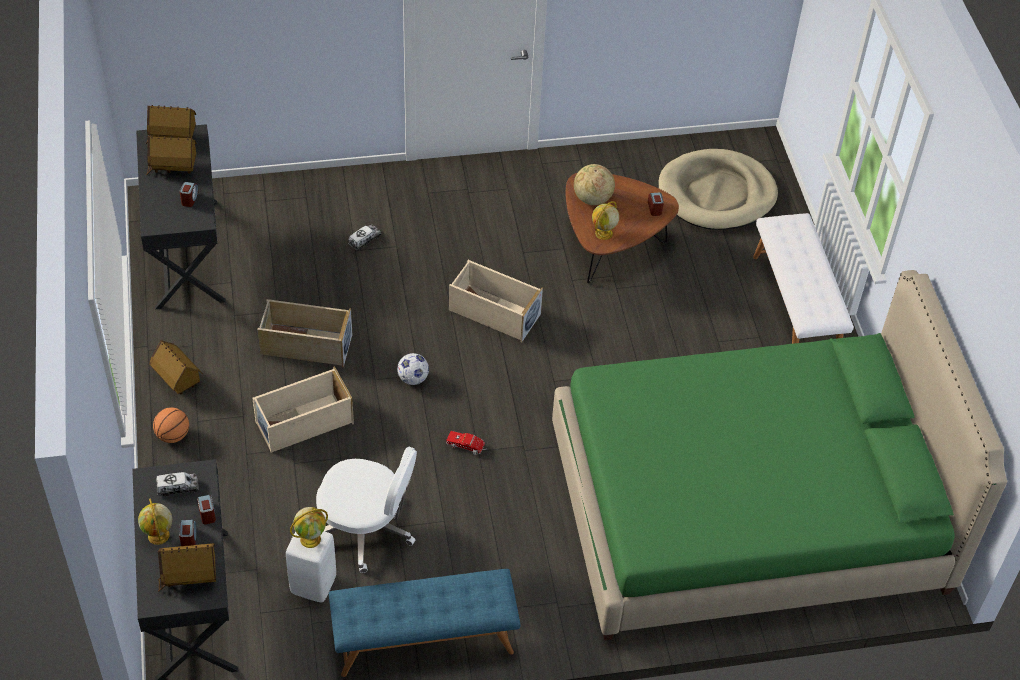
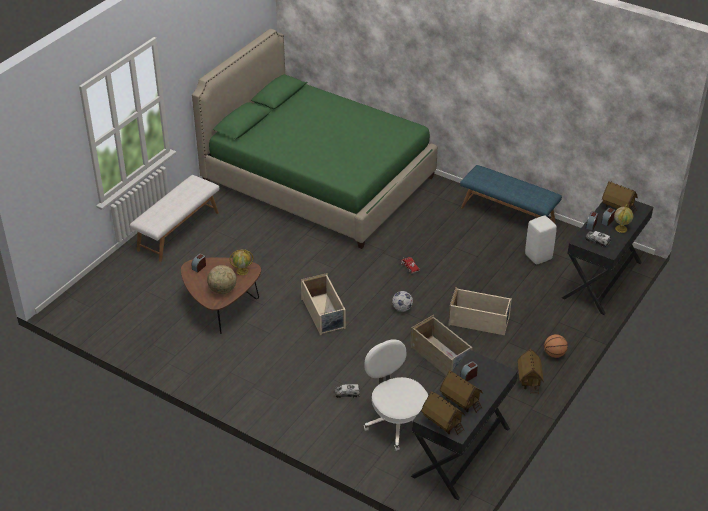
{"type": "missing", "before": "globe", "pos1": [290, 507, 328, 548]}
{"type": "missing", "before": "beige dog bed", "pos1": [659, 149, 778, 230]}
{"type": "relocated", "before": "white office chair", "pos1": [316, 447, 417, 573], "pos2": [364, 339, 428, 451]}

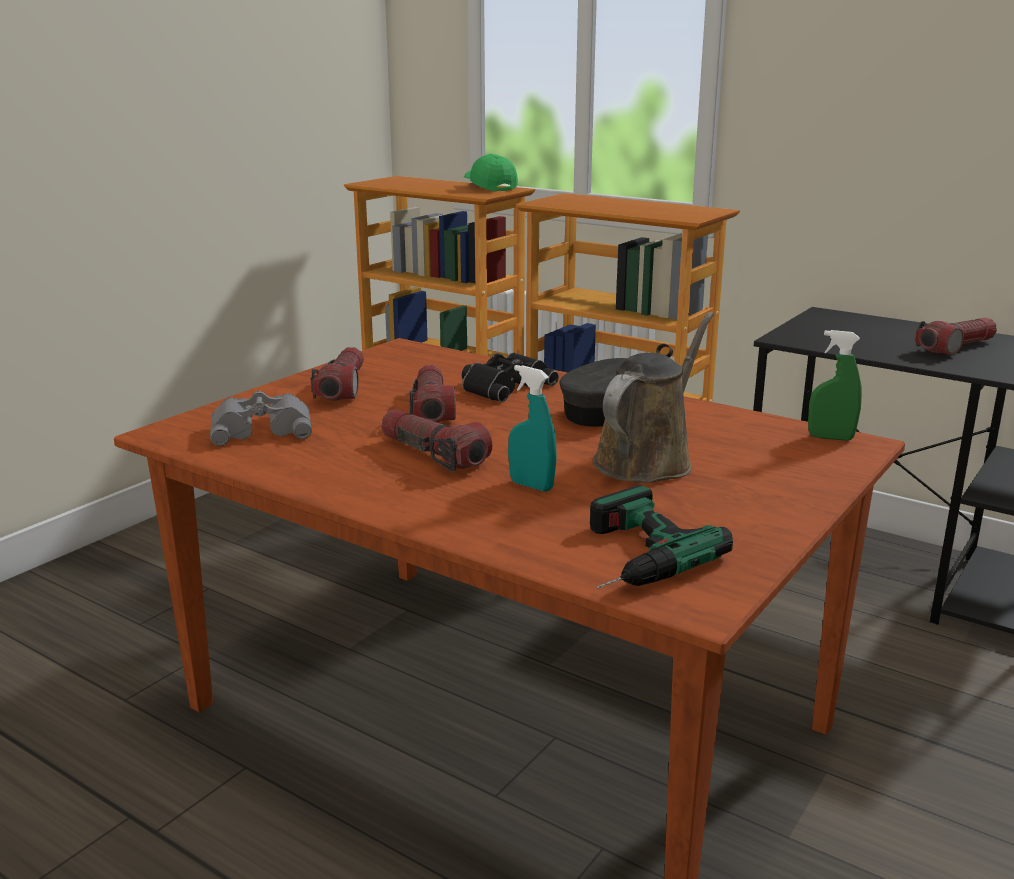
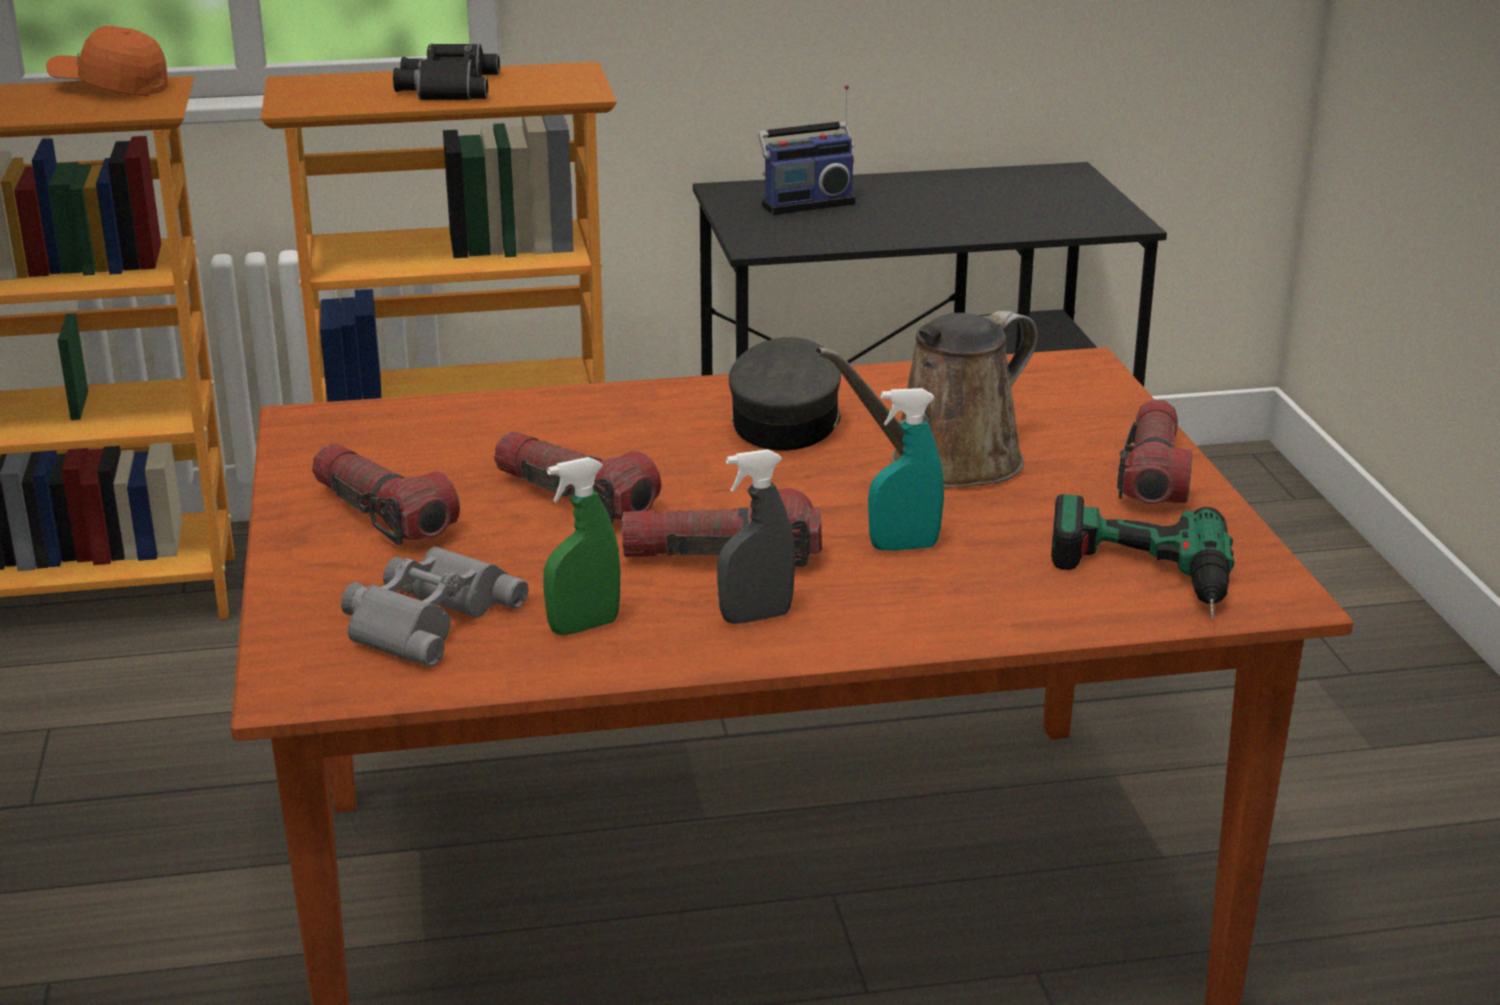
{"type": "appeared", "after": "grey spray bottle", "pos2": [717, 449, 795, 624]}
{"type": "appeared", "after": "radio", "pos2": [758, 85, 855, 215]}
{"type": "relocated", "before": "black binoculars", "pos1": [462, 352, 559, 402], "pos2": [393, 44, 500, 100]}
{"type": "relocated", "before": "green spray bottle", "pos1": [808, 330, 862, 441], "pos2": [543, 457, 620, 635]}
{"type": "relocated", "before": "flashlight", "pos1": [915, 318, 997, 355], "pos2": [1117, 399, 1192, 505]}
{"type": "colour", "before": "green cap", "after": "orange cap", "pos1": [464, 154, 518, 191], "pos2": [46, 26, 168, 96]}
{"type": "spun", "before": "brown watering can", "pos1": [593, 312, 714, 483], "pos2": [815, 311, 1038, 488], "turn": -120}

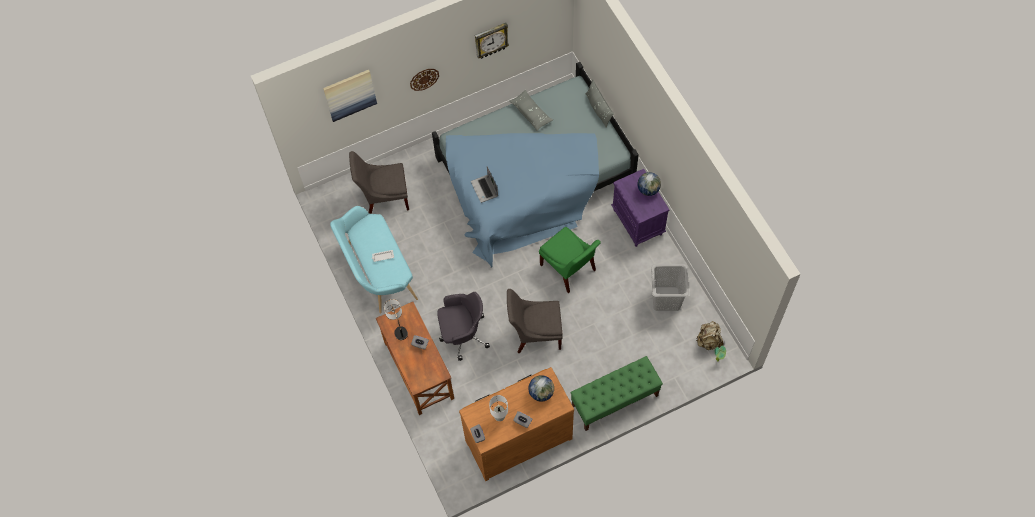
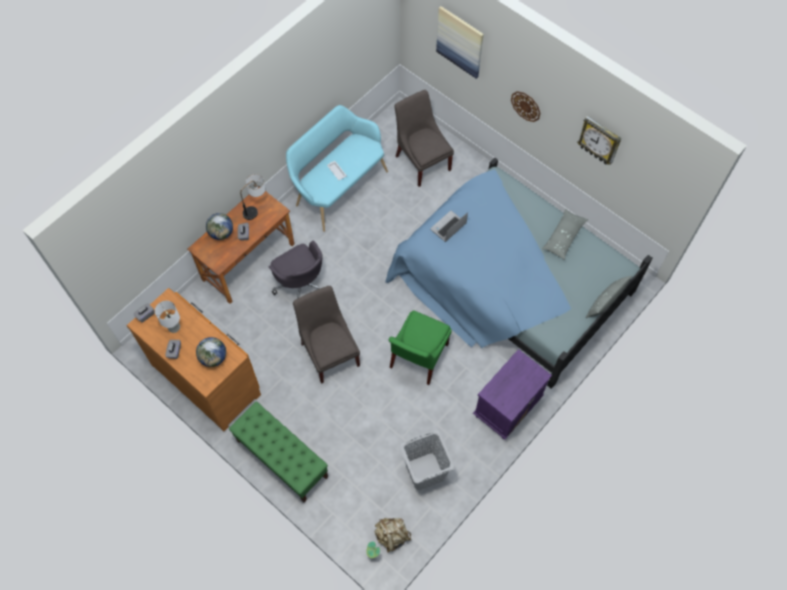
{"type": "relocated", "before": "globe", "pos1": [638, 172, 661, 196], "pos2": [206, 213, 233, 240]}

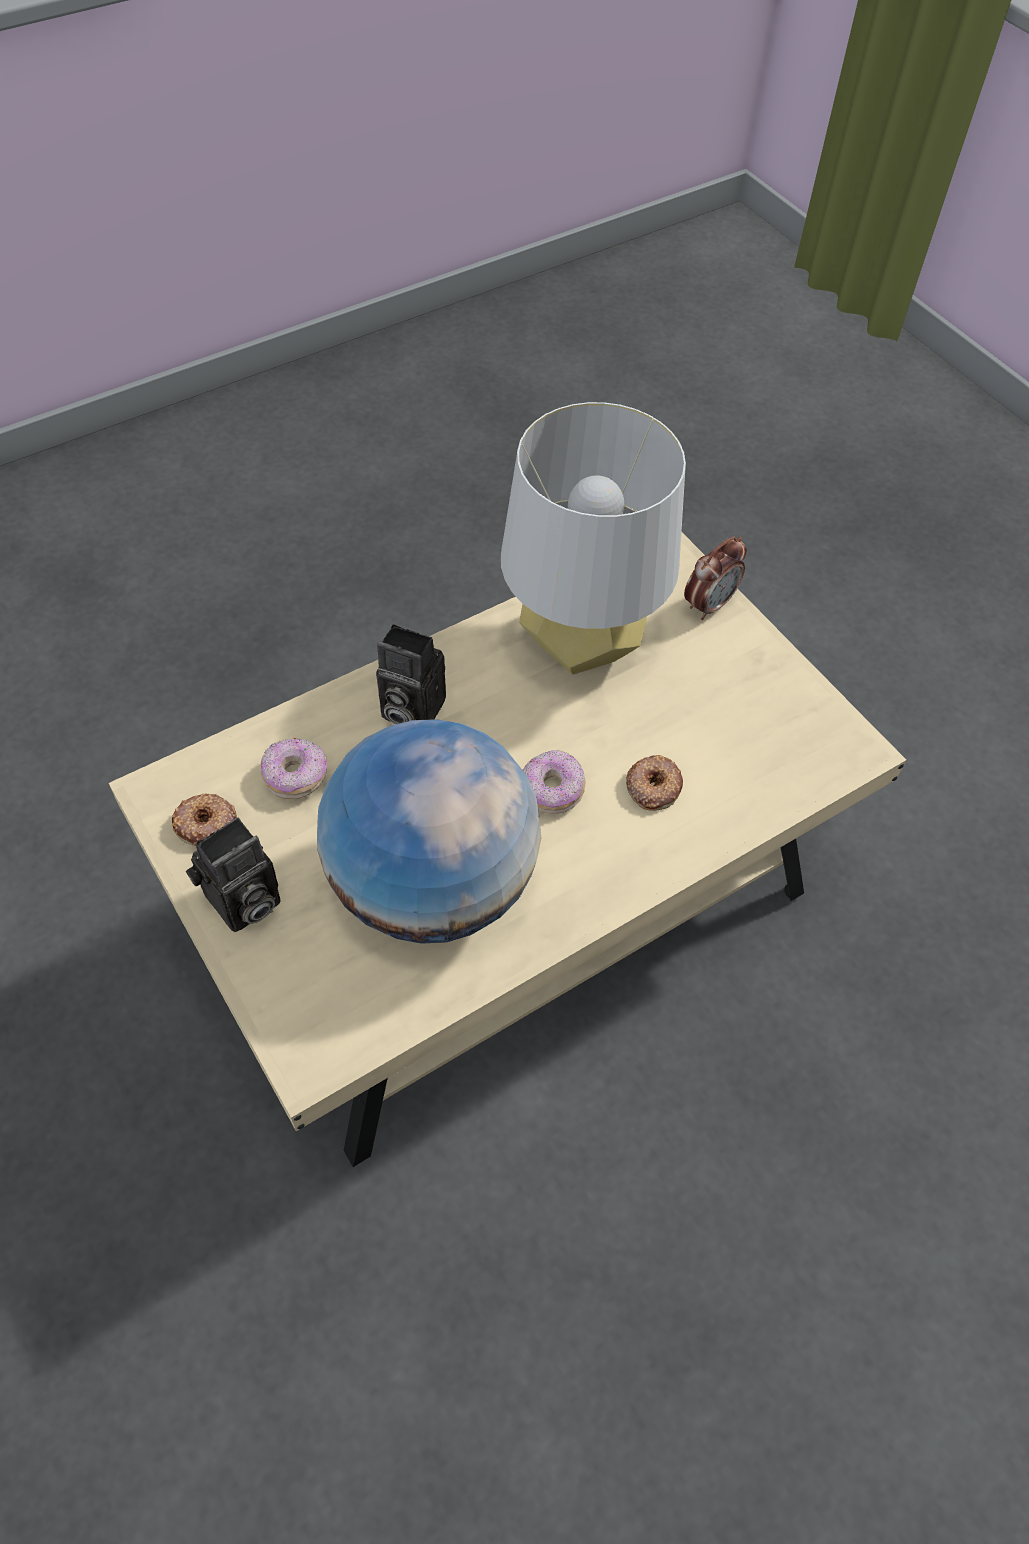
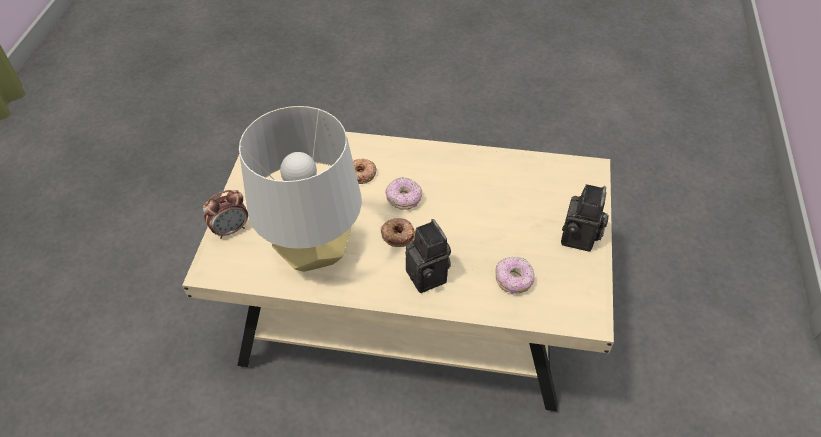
{"type": "missing", "before": "globe", "pos1": [317, 719, 541, 944]}
{"type": "relocated", "before": "donut", "pos1": [172, 793, 237, 846], "pos2": [381, 218, 415, 247]}
{"type": "spun", "before": "photo camera", "pos1": [186, 818, 280, 932], "pos2": [561, 184, 609, 251], "turn": 105}
{"type": "spun", "before": "alarm clock", "pos1": [684, 536, 747, 620], "pos2": [203, 190, 248, 239], "turn": 150}

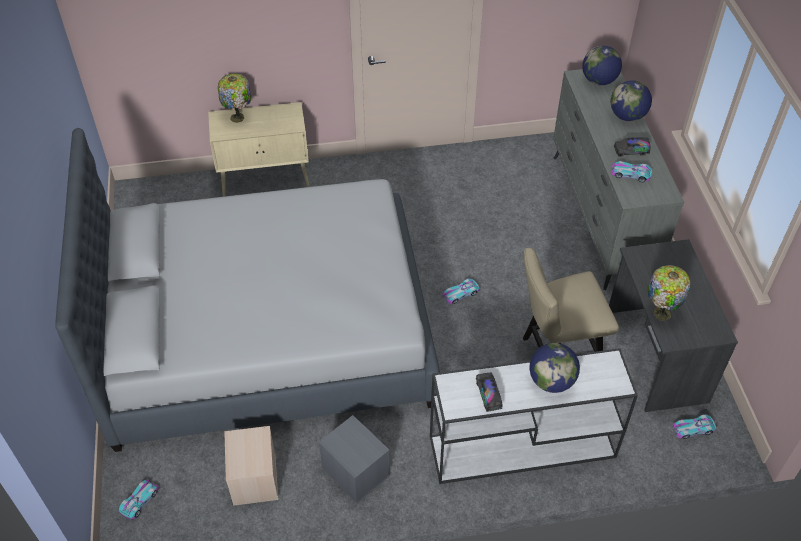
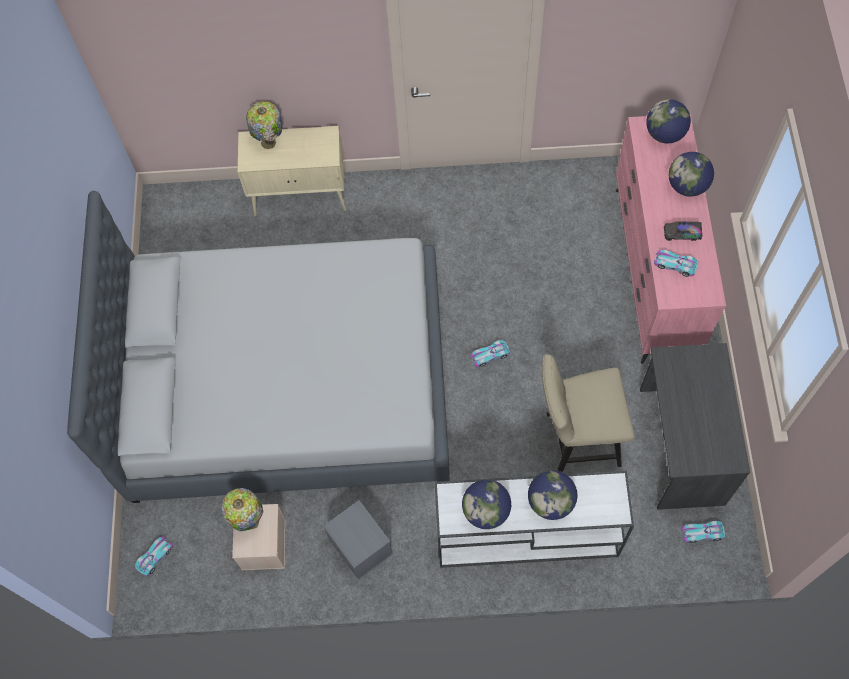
{"type": "relocated", "before": "table lamp", "pos1": [647, 265, 691, 321], "pos2": [221, 488, 263, 531]}
{"type": "exchanged", "before": "toy truck", "after": "globe", "pos1": [476, 373, 503, 412], "pos2": [462, 480, 511, 529]}
{"type": "colour", "before": "grey dresser", "after": "pink dresser", "pos1": [553, 69, 684, 290], "pos2": [616, 113, 726, 364]}

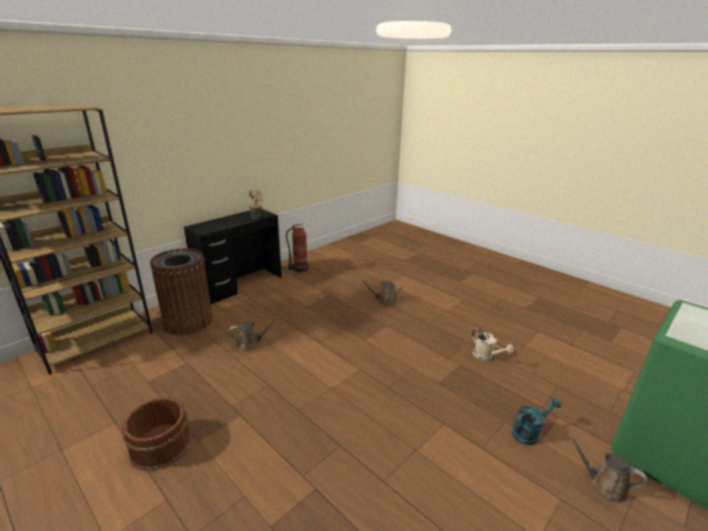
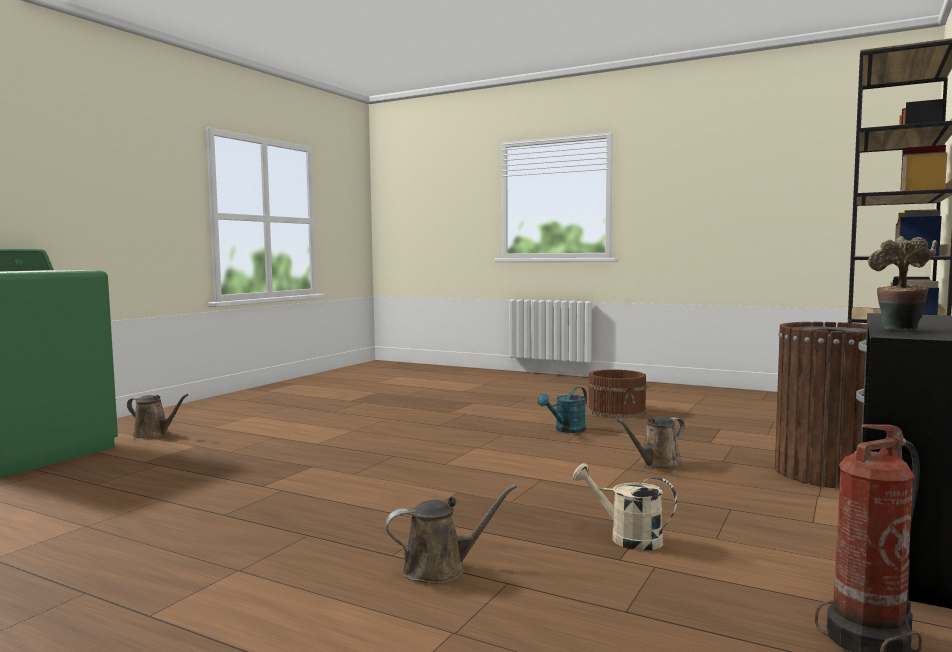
{"type": "relocated", "before": "beige watering can", "pos1": [472, 327, 514, 361], "pos2": [573, 463, 677, 551]}
{"type": "relocated", "before": "turquoise watering can", "pos1": [512, 398, 561, 445], "pos2": [537, 387, 587, 433]}

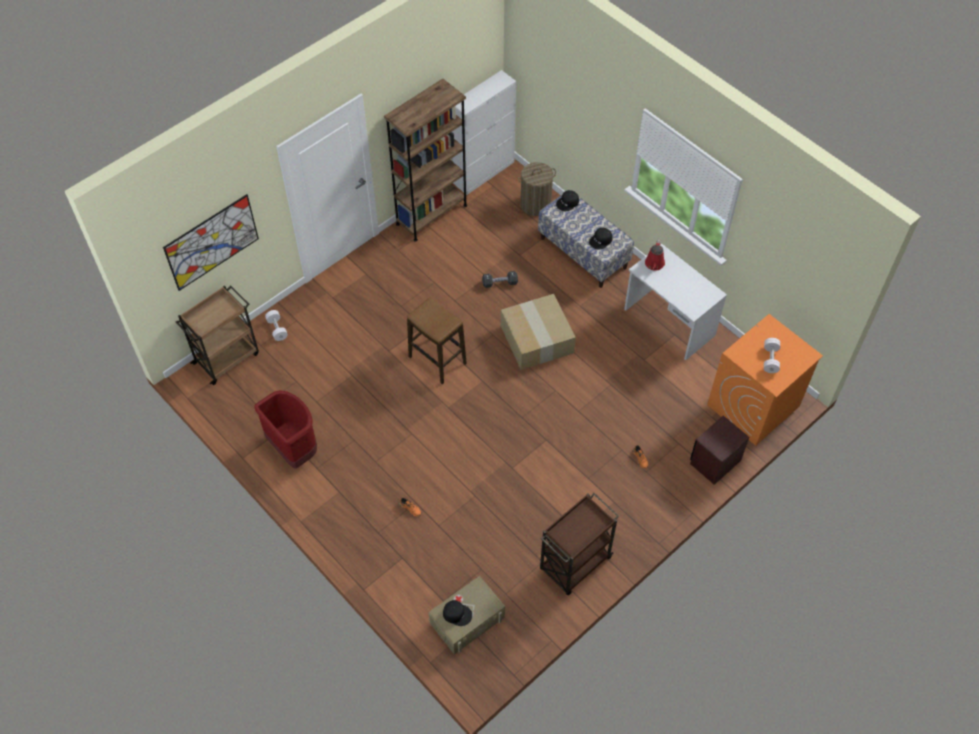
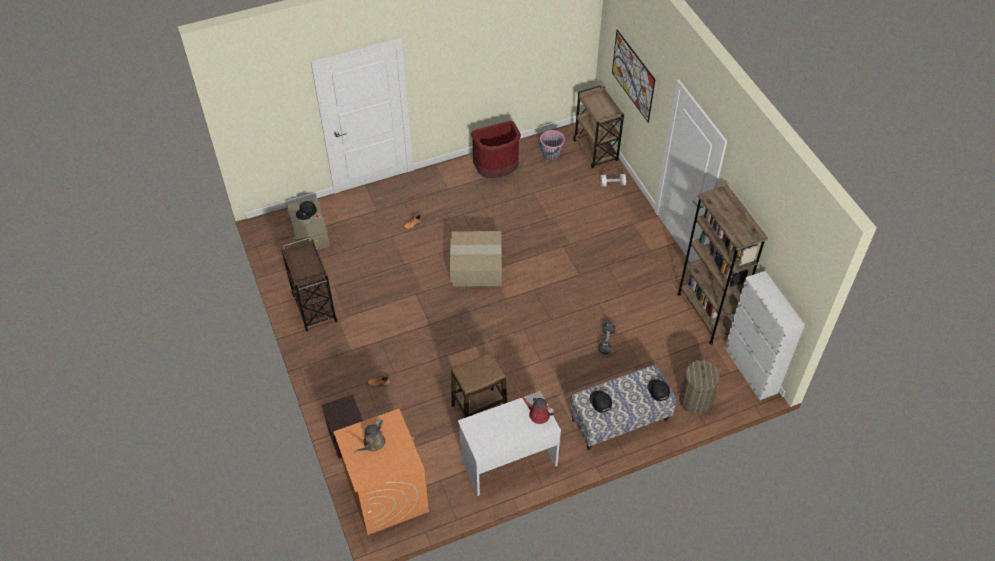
{"type": "appeared", "after": "pink bucket", "pos2": [539, 130, 565, 161]}
{"type": "relocated", "before": "stool", "pos1": [407, 297, 467, 384], "pos2": [451, 352, 507, 418]}
{"type": "relocated", "before": "cardboard box", "pos1": [501, 294, 576, 370], "pos2": [450, 231, 502, 287]}
{"type": "exchanged", "before": "white dumbbell", "after": "brown watering can", "pos1": [764, 338, 780, 373], "pos2": [354, 419, 385, 453]}

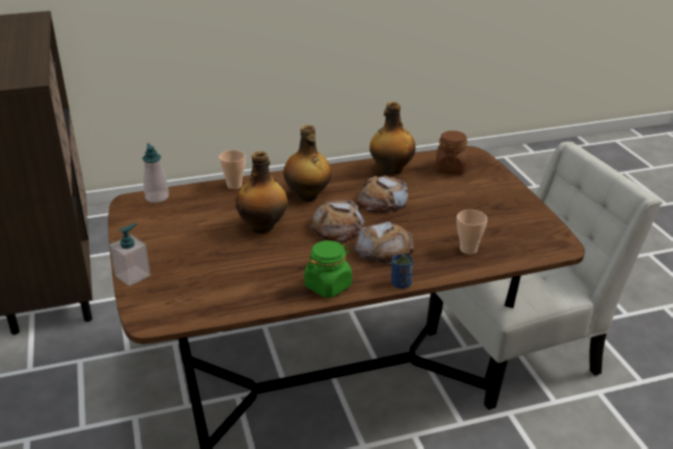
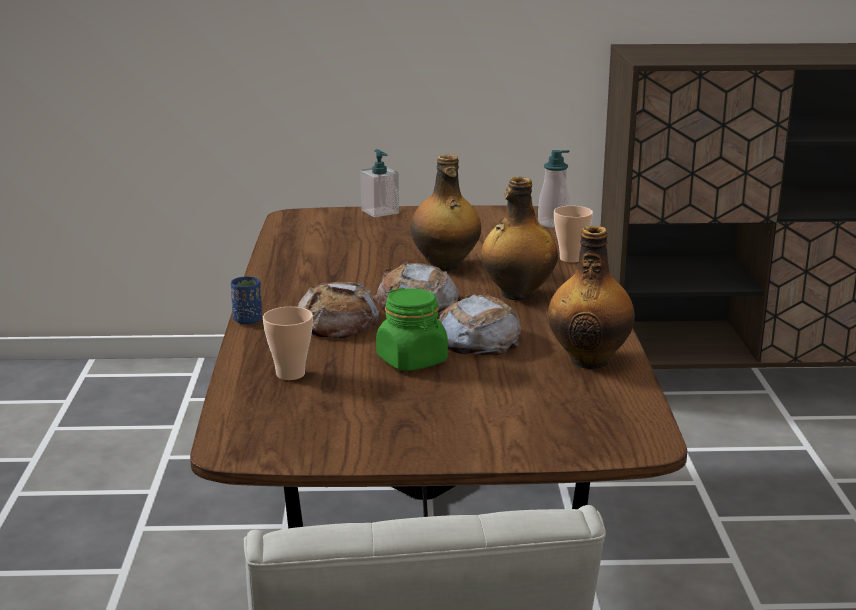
{"type": "missing", "before": "brown jar", "pos1": [435, 131, 468, 174]}
{"type": "relocated", "before": "green jar", "pos1": [304, 241, 352, 298], "pos2": [376, 288, 448, 371]}

